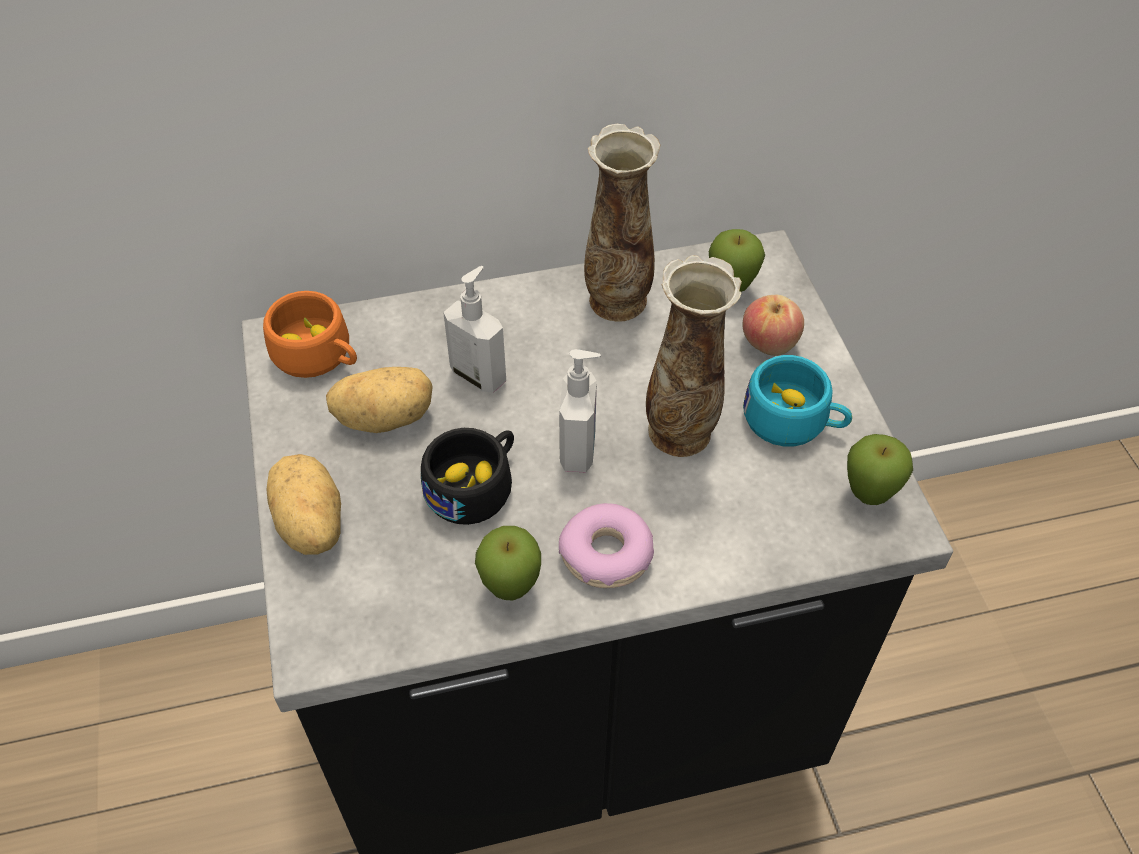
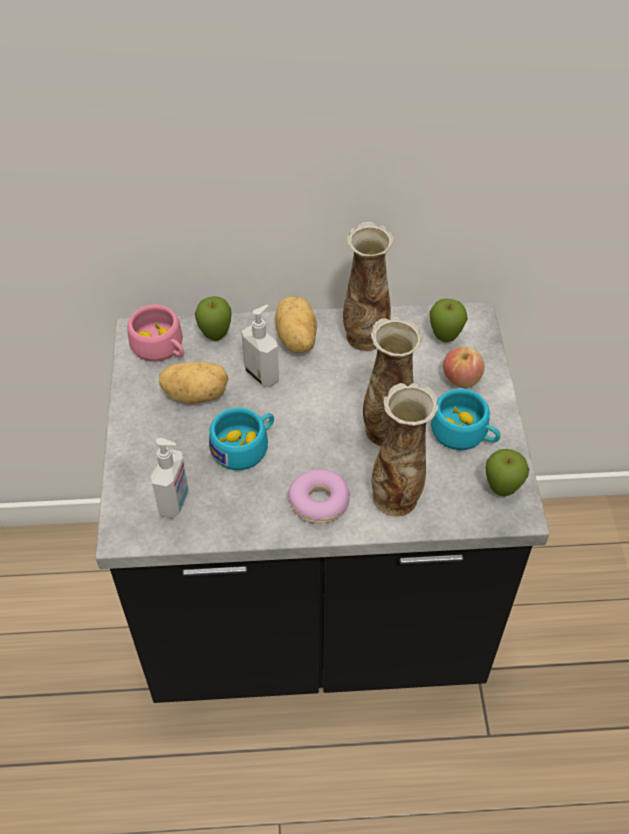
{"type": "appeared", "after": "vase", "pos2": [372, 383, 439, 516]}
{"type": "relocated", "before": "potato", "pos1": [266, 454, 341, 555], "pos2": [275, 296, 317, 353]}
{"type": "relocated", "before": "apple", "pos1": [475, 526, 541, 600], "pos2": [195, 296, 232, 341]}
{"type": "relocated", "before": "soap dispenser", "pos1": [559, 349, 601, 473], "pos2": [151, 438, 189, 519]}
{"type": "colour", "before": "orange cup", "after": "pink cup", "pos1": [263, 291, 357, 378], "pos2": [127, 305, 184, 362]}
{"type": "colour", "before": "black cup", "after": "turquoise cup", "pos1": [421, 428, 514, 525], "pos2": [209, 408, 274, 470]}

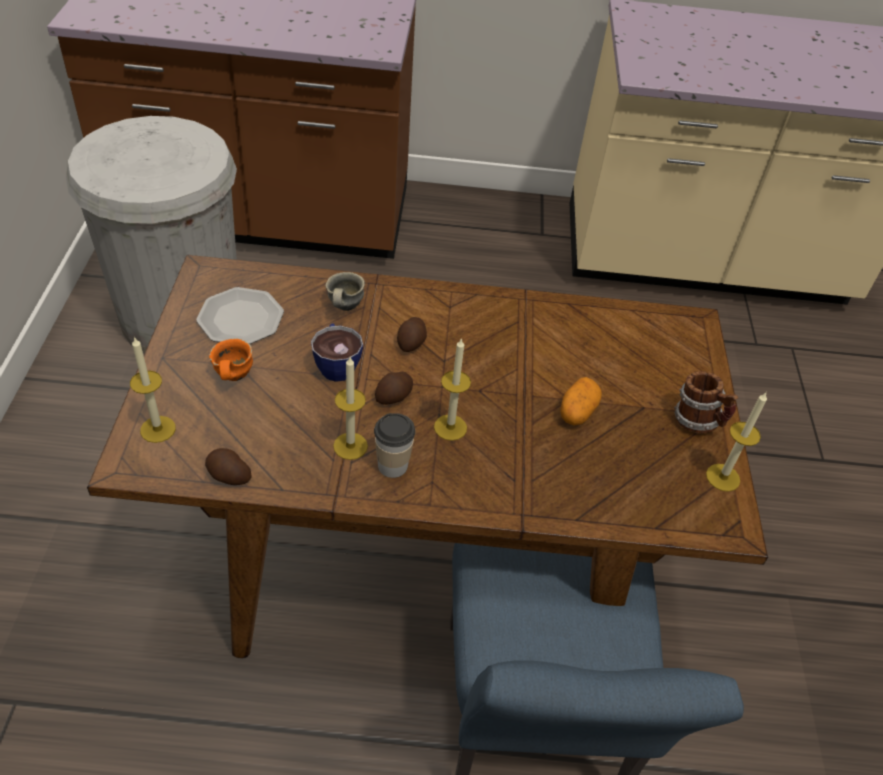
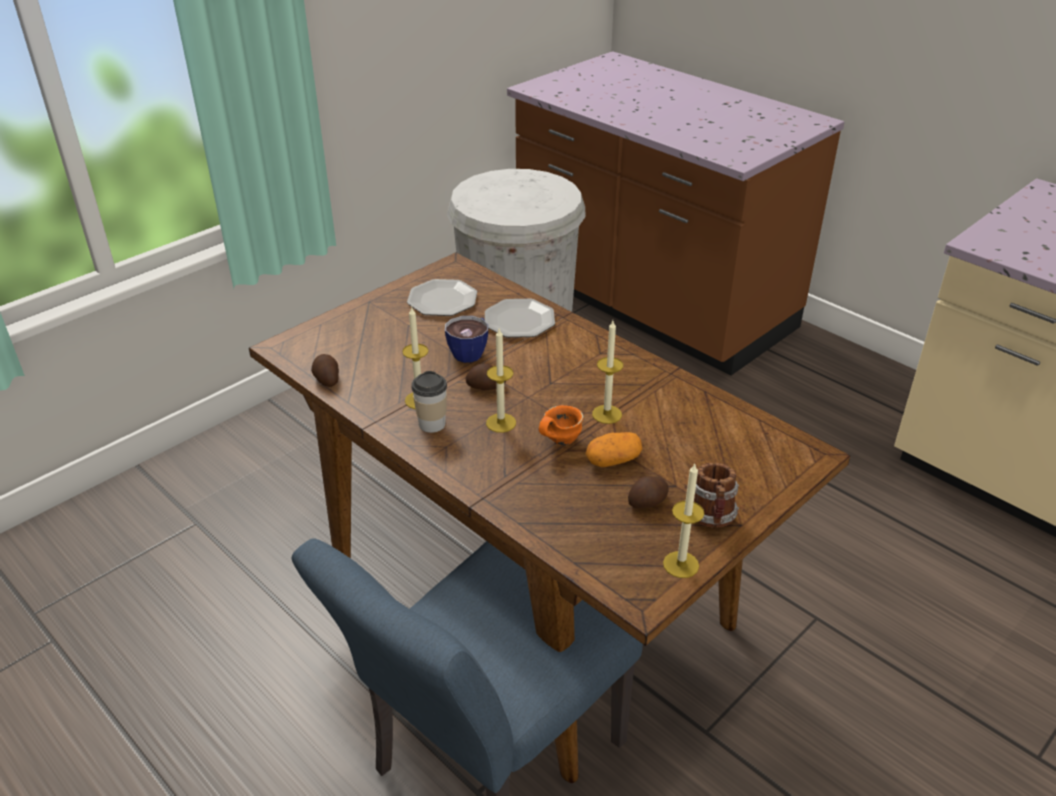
{"type": "relocated", "before": "candle", "pos1": [130, 336, 176, 443], "pos2": [592, 321, 623, 424]}
{"type": "relocated", "before": "orange mug", "pos1": [209, 339, 253, 381], "pos2": [539, 405, 584, 445]}
{"type": "relocated", "before": "potato", "pos1": [397, 317, 427, 352], "pos2": [628, 476, 669, 509]}
{"type": "exchanged", "before": "grey mug", "after": "plate", "pos1": [325, 272, 365, 311], "pos2": [485, 299, 555, 338]}

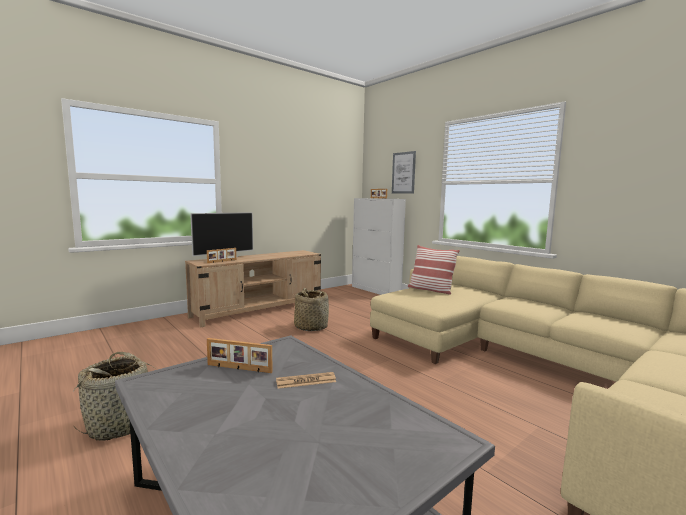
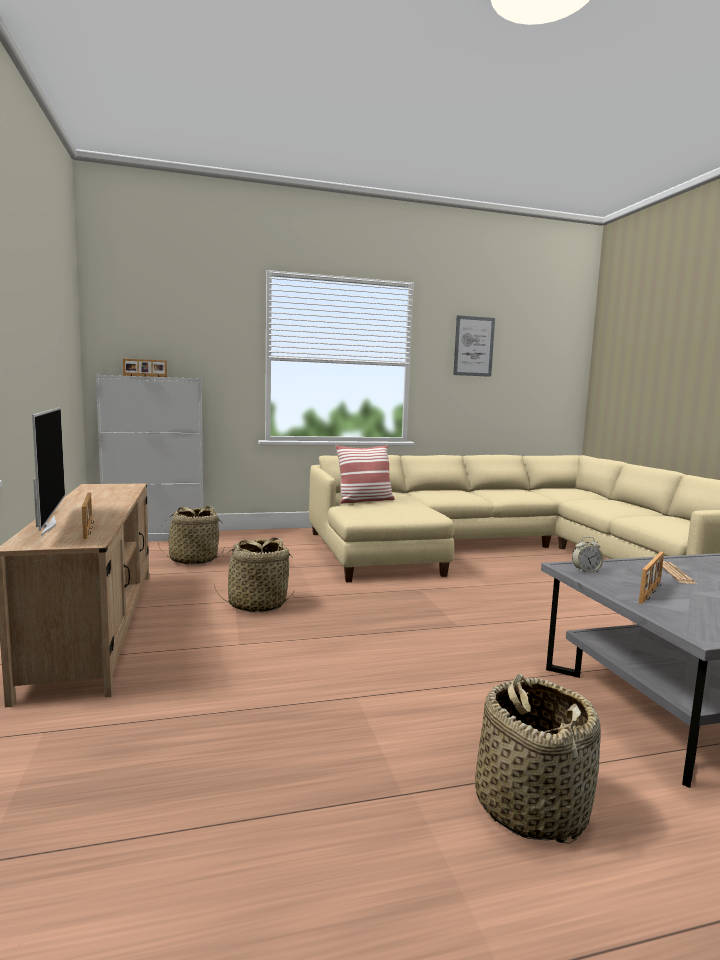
{"type": "appeared", "after": "basket", "pos2": [158, 506, 224, 564]}
{"type": "appeared", "after": "alarm clock", "pos2": [572, 537, 604, 573]}
{"type": "relocated", "before": "picture", "pos1": [392, 151, 416, 194], "pos2": [453, 315, 495, 377]}

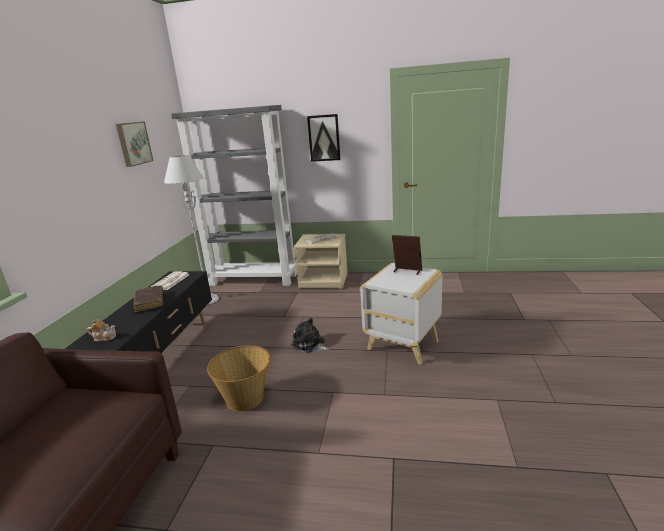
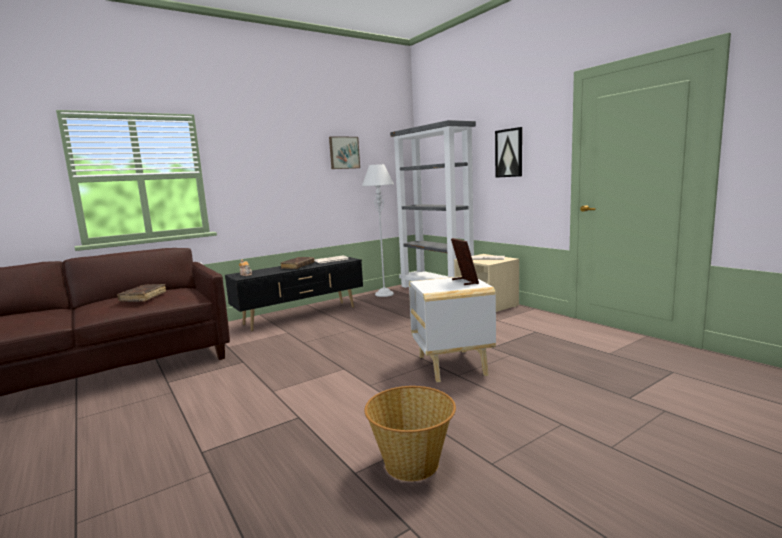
{"type": "missing", "before": "plush toy", "pos1": [292, 317, 329, 353]}
{"type": "appeared", "after": "brown book", "pos2": [117, 284, 166, 302]}
{"type": "relocated", "before": "basket", "pos1": [207, 345, 271, 411], "pos2": [364, 386, 456, 481]}

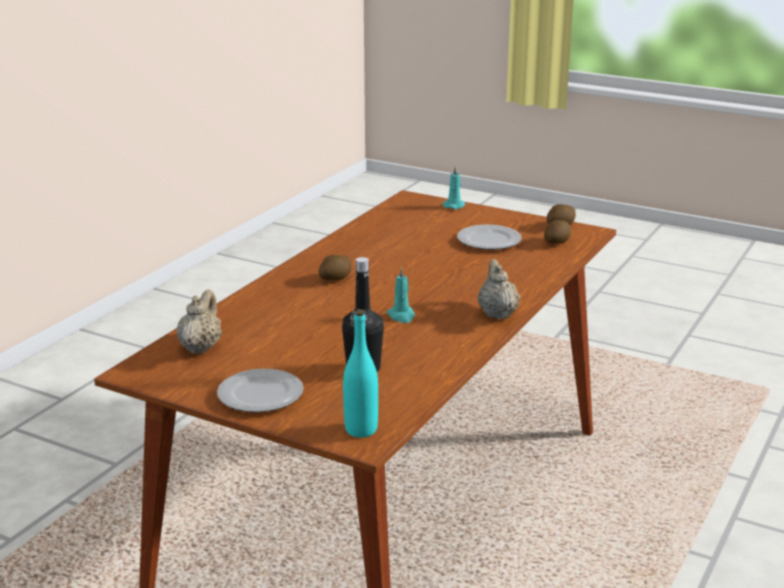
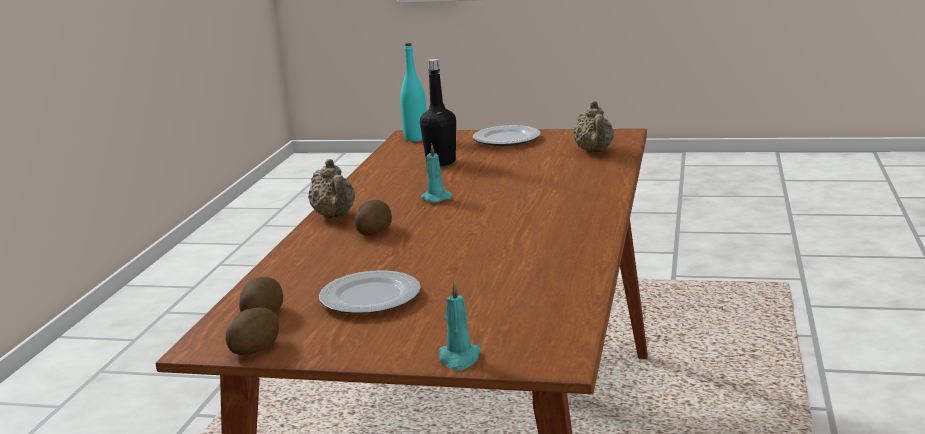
{"type": "relocated", "before": "potato", "pos1": [319, 255, 352, 280], "pos2": [355, 200, 392, 236]}

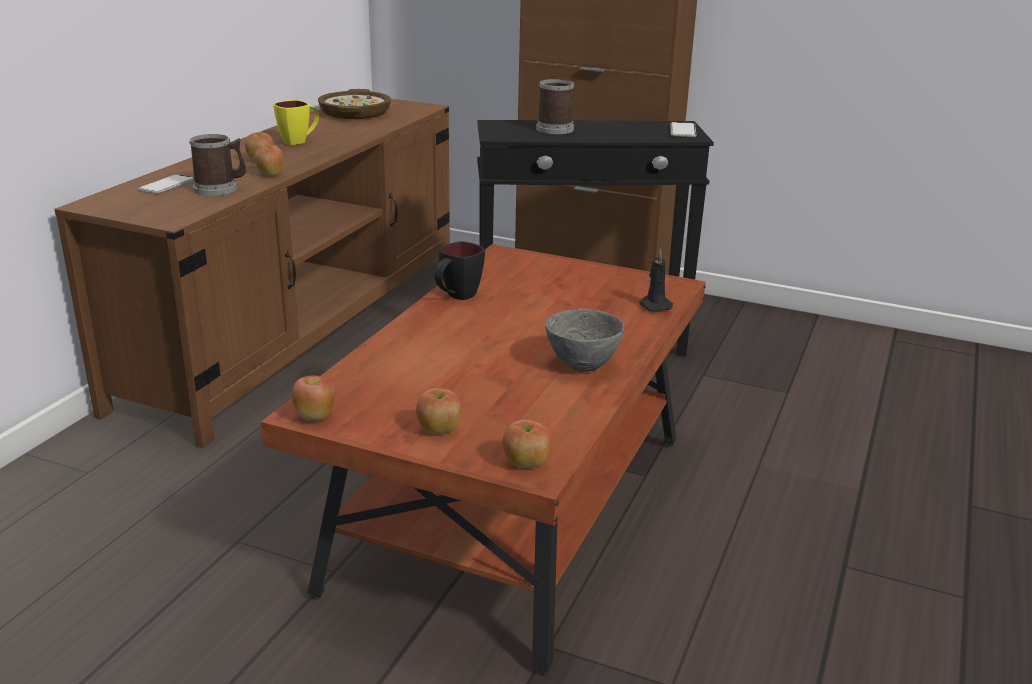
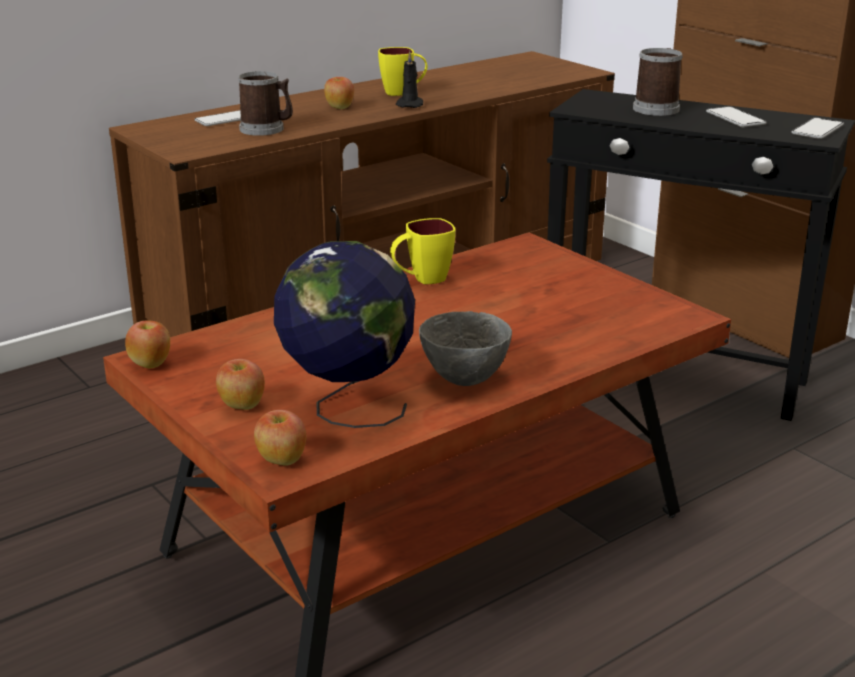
{"type": "missing", "before": "apple", "pos1": [254, 145, 284, 176]}
{"type": "missing", "before": "bowl", "pos1": [318, 89, 391, 119]}
{"type": "appeared", "after": "globe", "pos2": [274, 241, 415, 428]}
{"type": "appeared", "after": "phone", "pos2": [706, 106, 767, 128]}
{"type": "relocated", "before": "black candle", "pos1": [639, 248, 673, 312], "pos2": [396, 51, 423, 108]}
{"type": "colour", "before": "black mug", "after": "yellow mug", "pos1": [434, 241, 485, 300], "pos2": [390, 218, 455, 284]}

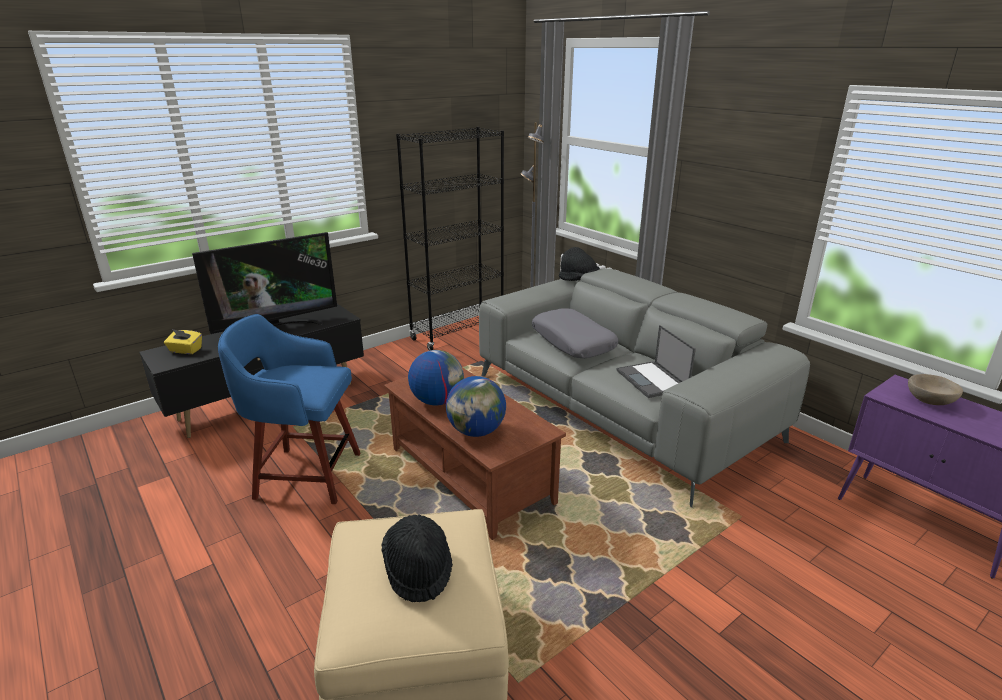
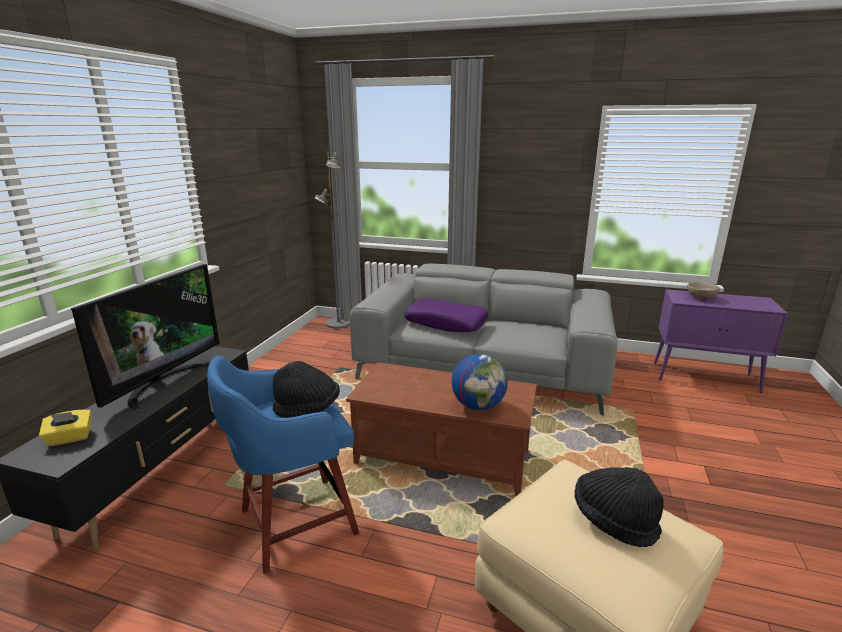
{"type": "missing", "before": "black bookcase", "pos1": [396, 127, 504, 351]}
{"type": "missing", "before": "globe", "pos1": [408, 350, 464, 406]}
{"type": "missing", "before": "laptop", "pos1": [616, 325, 696, 398]}
{"type": "relocated", "before": "black hat", "pos1": [559, 247, 600, 281], "pos2": [273, 361, 340, 418]}
{"type": "colour", "before": "grey pillow", "after": "purple pillow", "pos1": [532, 308, 618, 358], "pos2": [404, 299, 488, 332]}

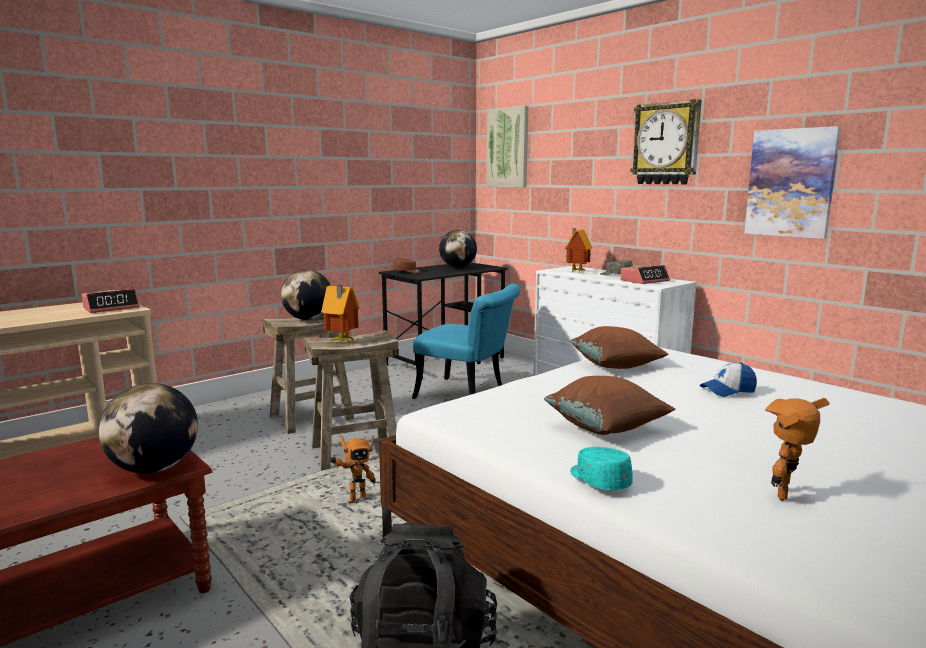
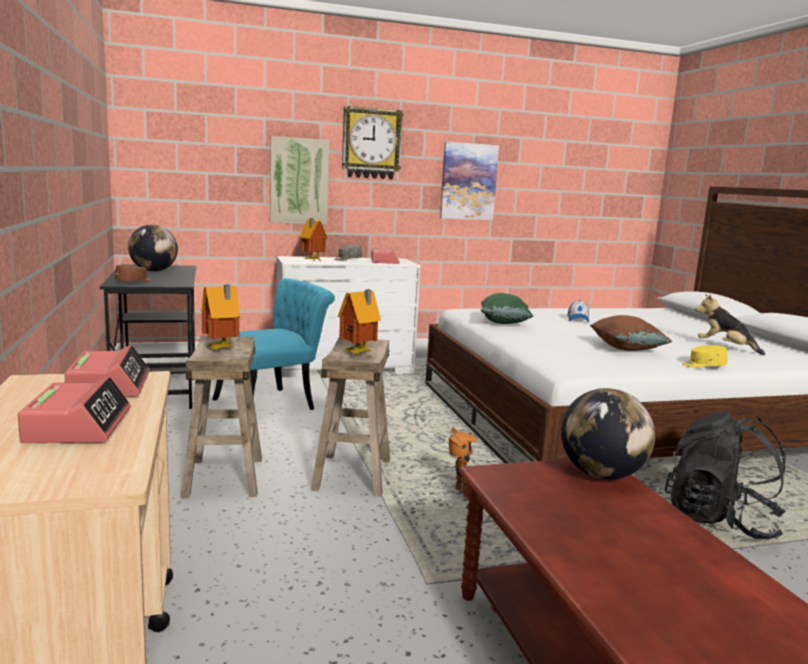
{"type": "appeared", "after": "alarm clock", "pos2": [18, 376, 131, 443]}
{"type": "relocated", "before": "picture", "pos1": [487, 106, 528, 188], "pos2": [270, 136, 329, 224]}
{"type": "exchanged", "before": "globe", "after": "toy house", "pos1": [281, 270, 331, 320], "pos2": [202, 285, 240, 350]}
{"type": "exchanged", "before": "toy robot", "after": "plush toy", "pos1": [765, 398, 829, 501], "pos2": [695, 294, 765, 355]}
{"type": "colour", "before": "brown pillow", "after": "green pillow", "pos1": [569, 326, 669, 369], "pos2": [481, 293, 534, 324]}
{"type": "colour", "before": "turquoise cap", "after": "yellow cap", "pos1": [570, 447, 633, 490], "pos2": [682, 345, 727, 368]}

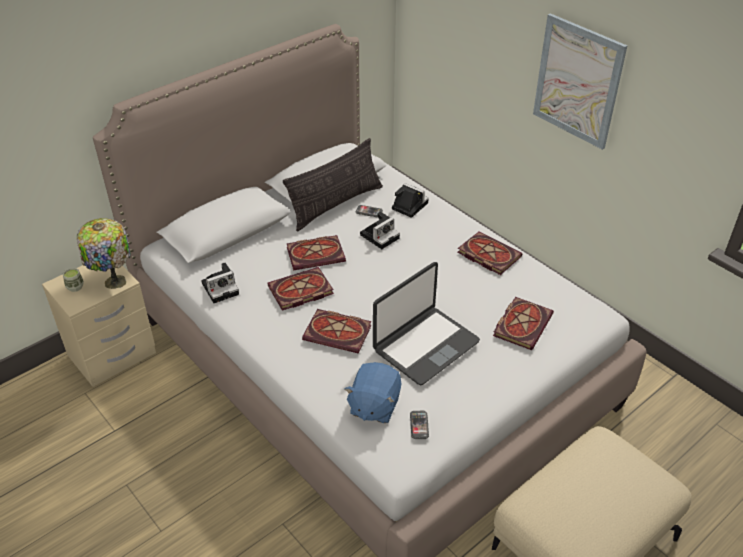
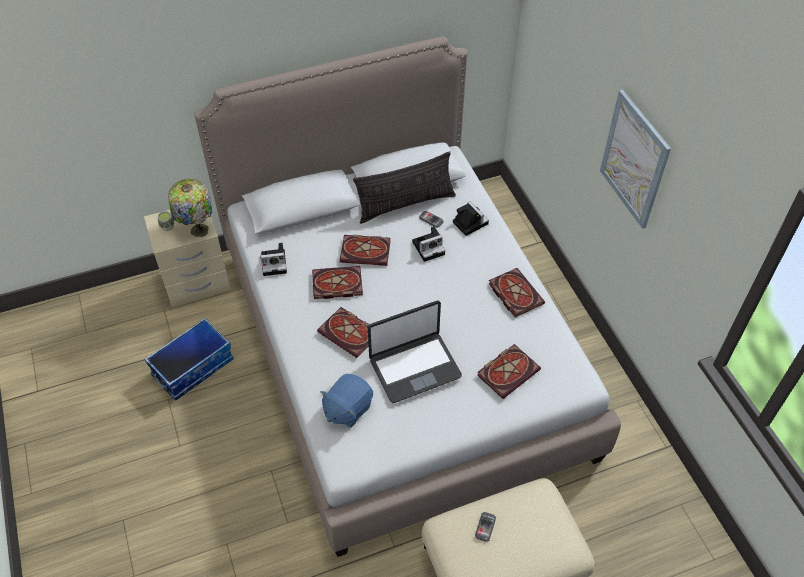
{"type": "appeared", "after": "storage box", "pos2": [144, 318, 234, 401]}
{"type": "relocated", "before": "phone", "pos1": [410, 411, 429, 439], "pos2": [475, 512, 496, 542]}

